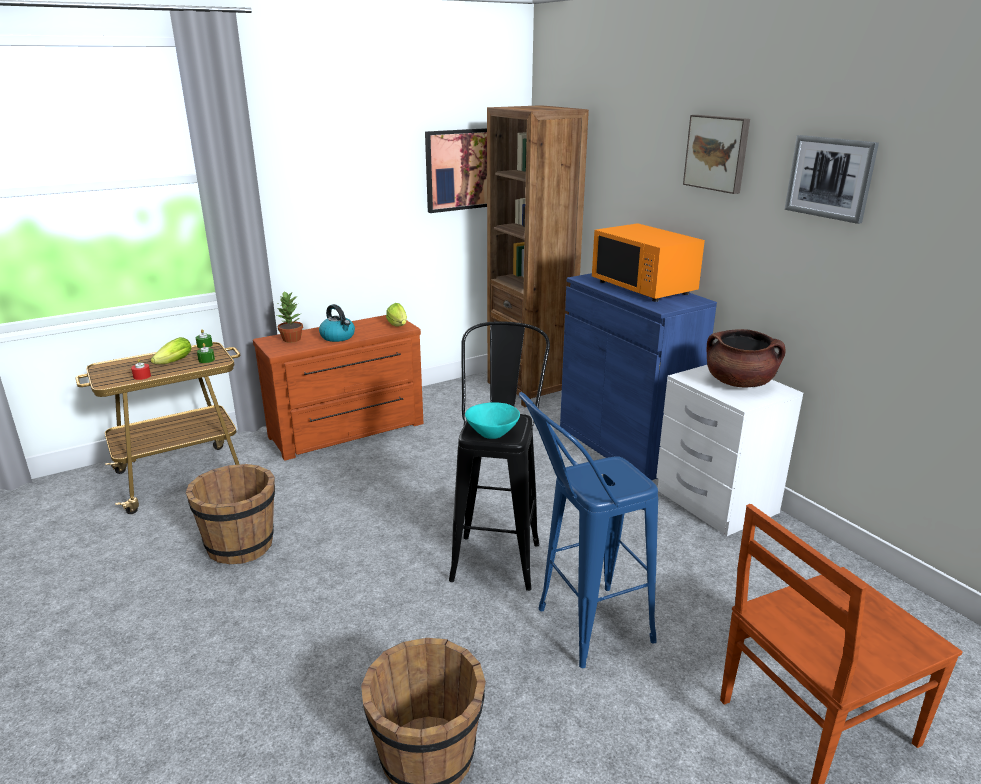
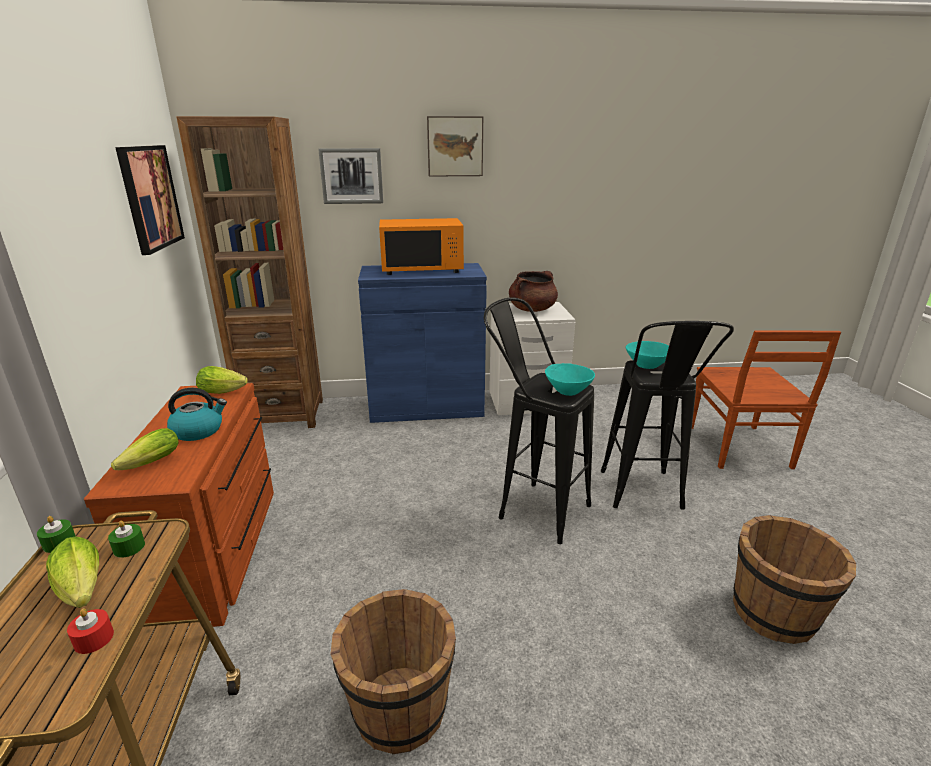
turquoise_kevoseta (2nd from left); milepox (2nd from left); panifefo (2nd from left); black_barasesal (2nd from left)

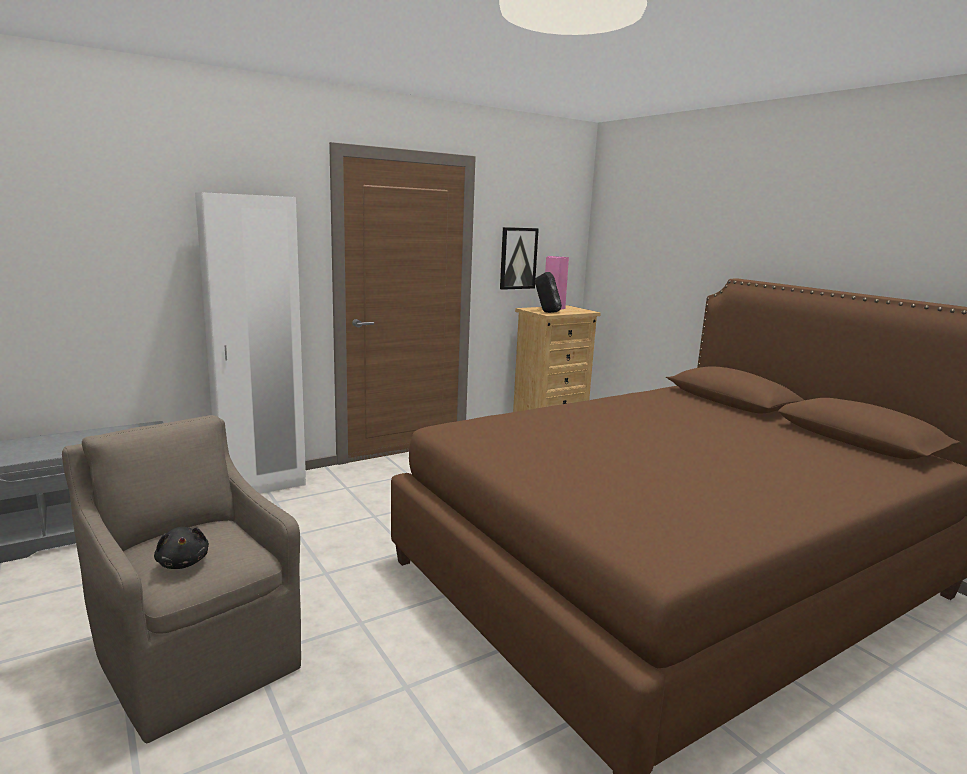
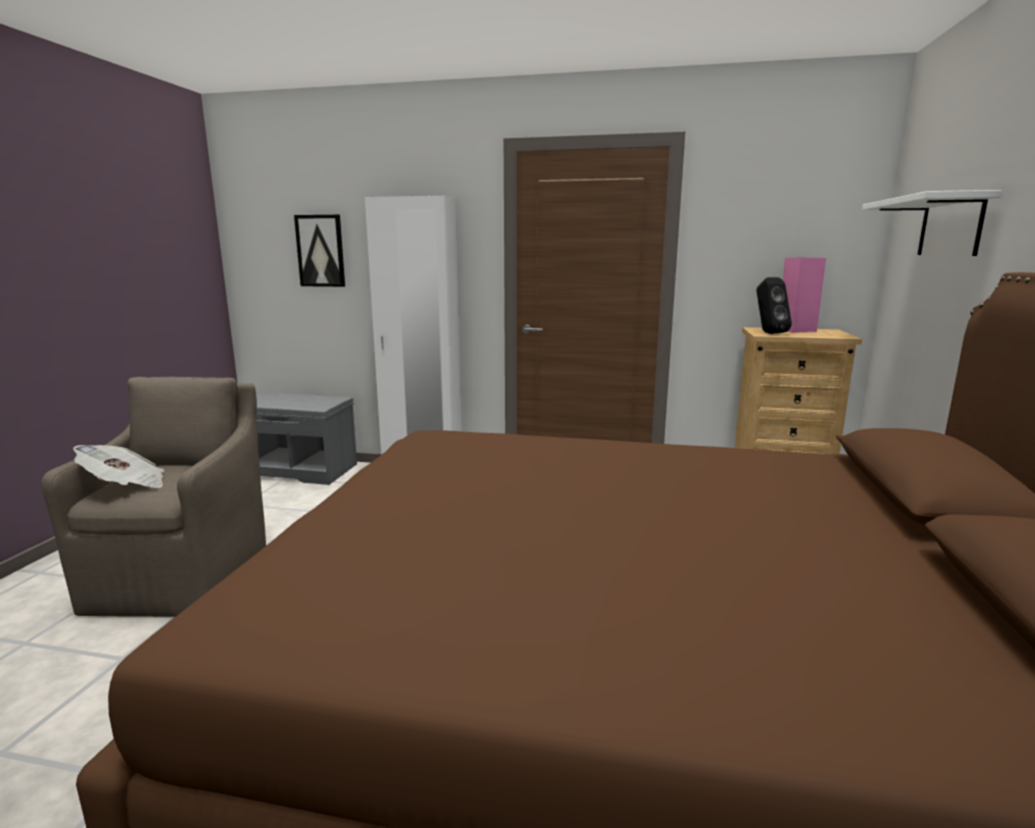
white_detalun; milepox; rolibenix

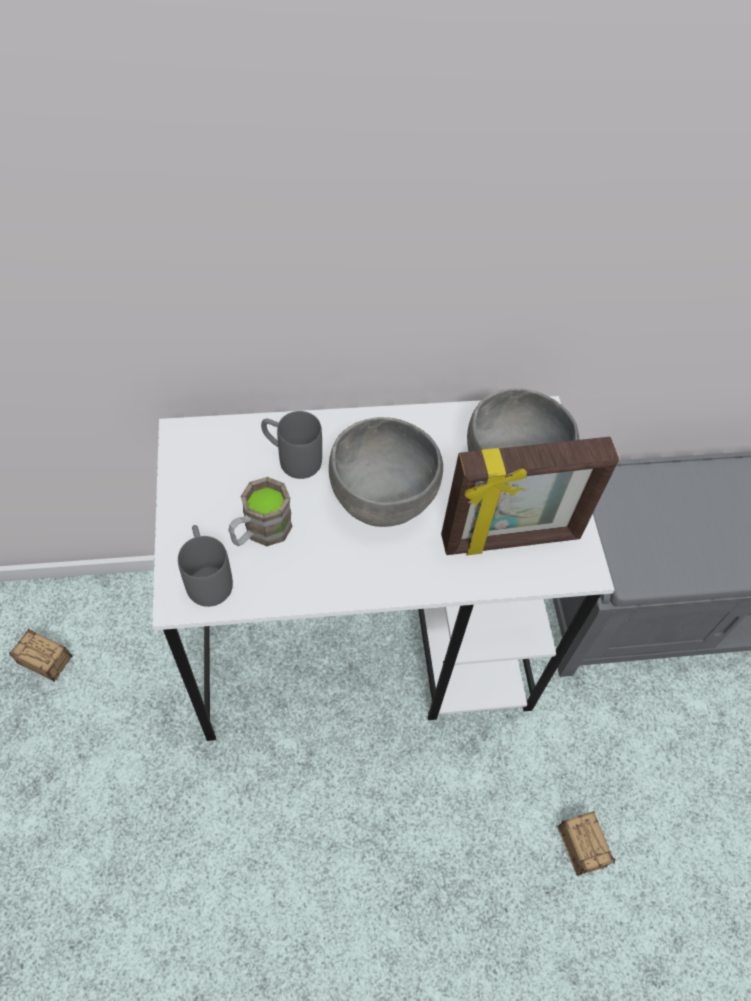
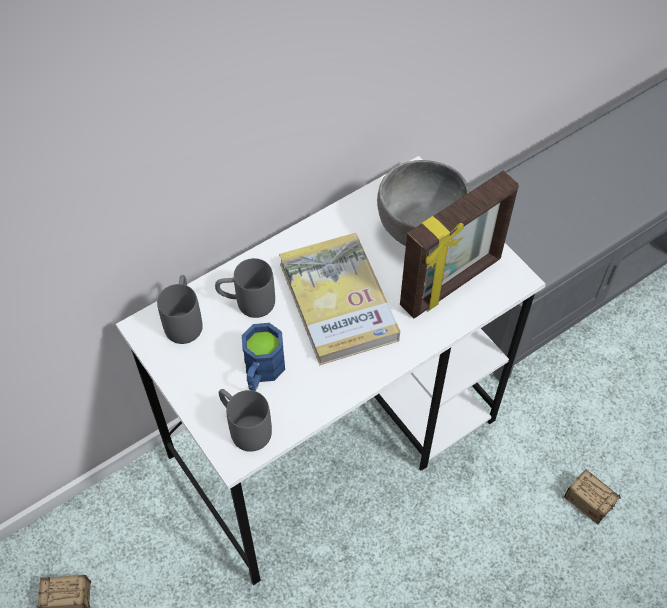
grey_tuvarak (1st from left); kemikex; blue_tuvarak

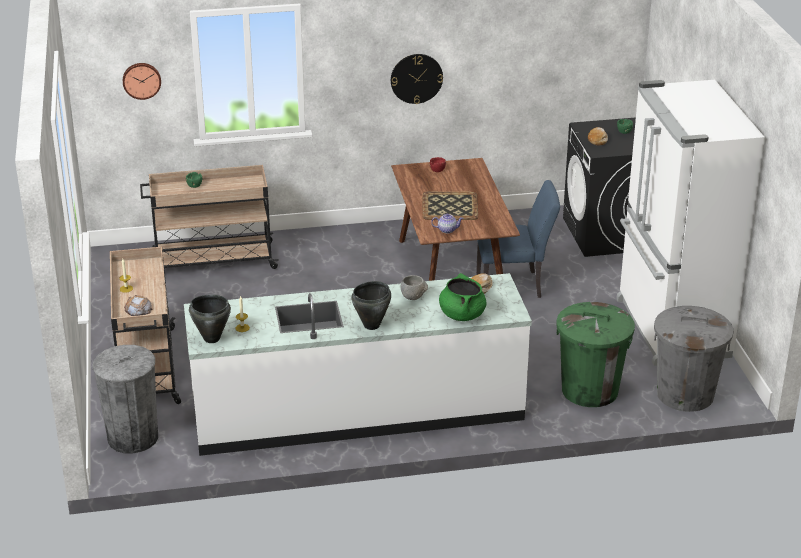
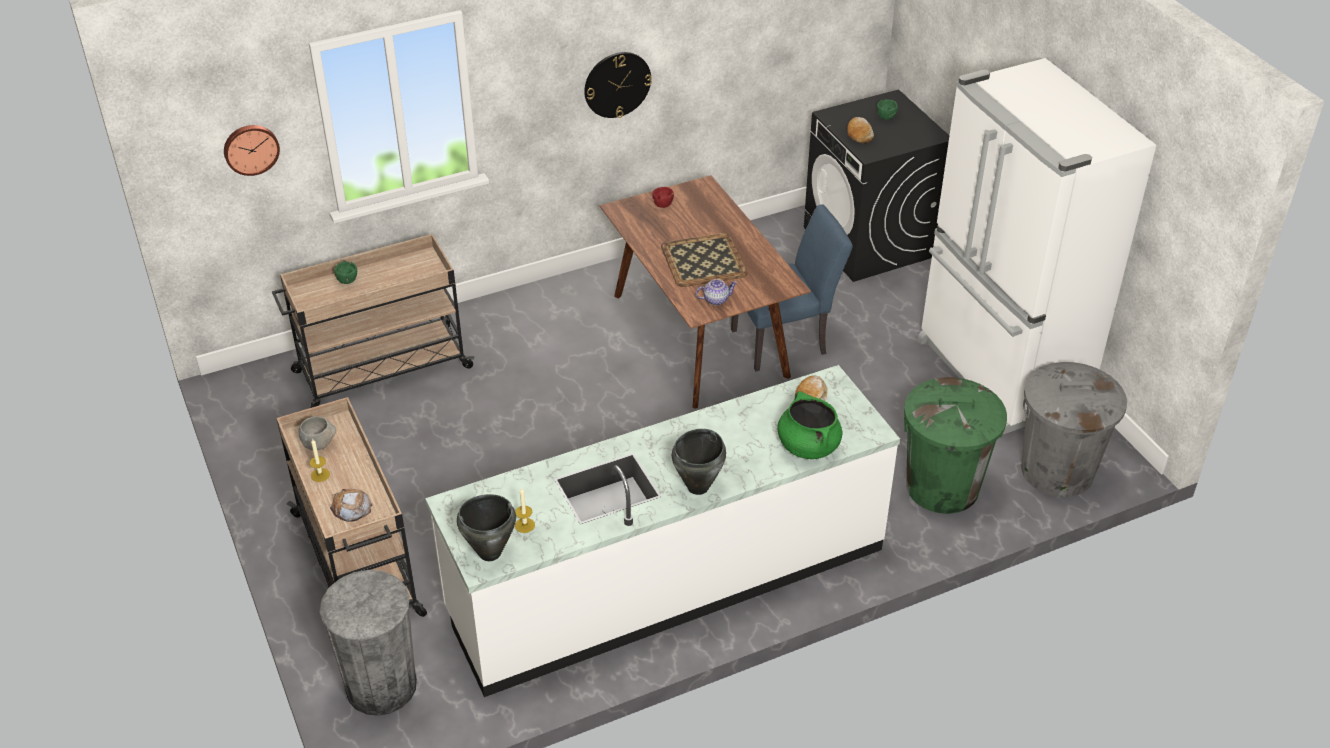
grey_kevoseta

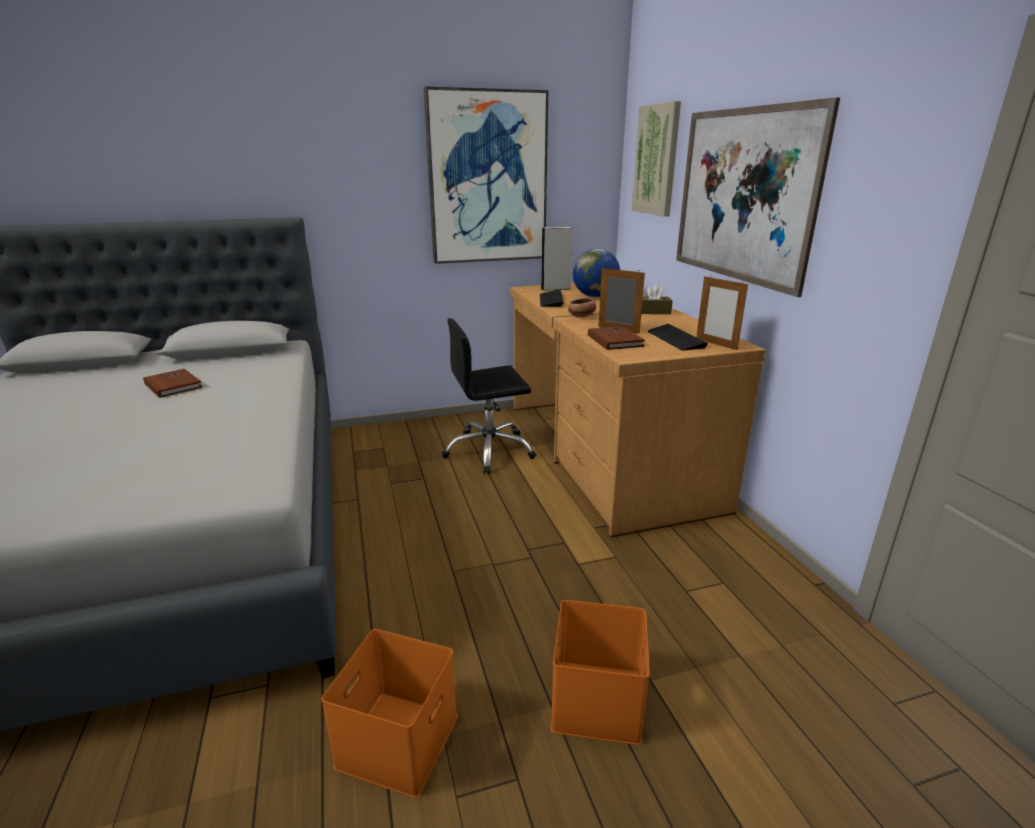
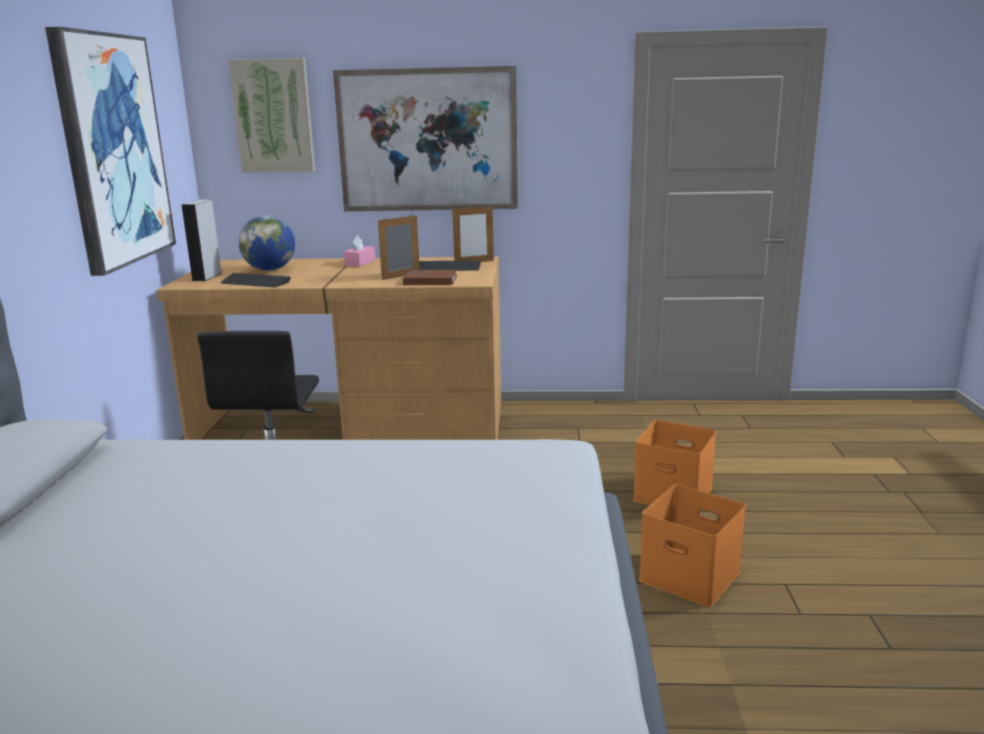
brown_kemikex (1st from left in the first image); kevoseta; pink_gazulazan

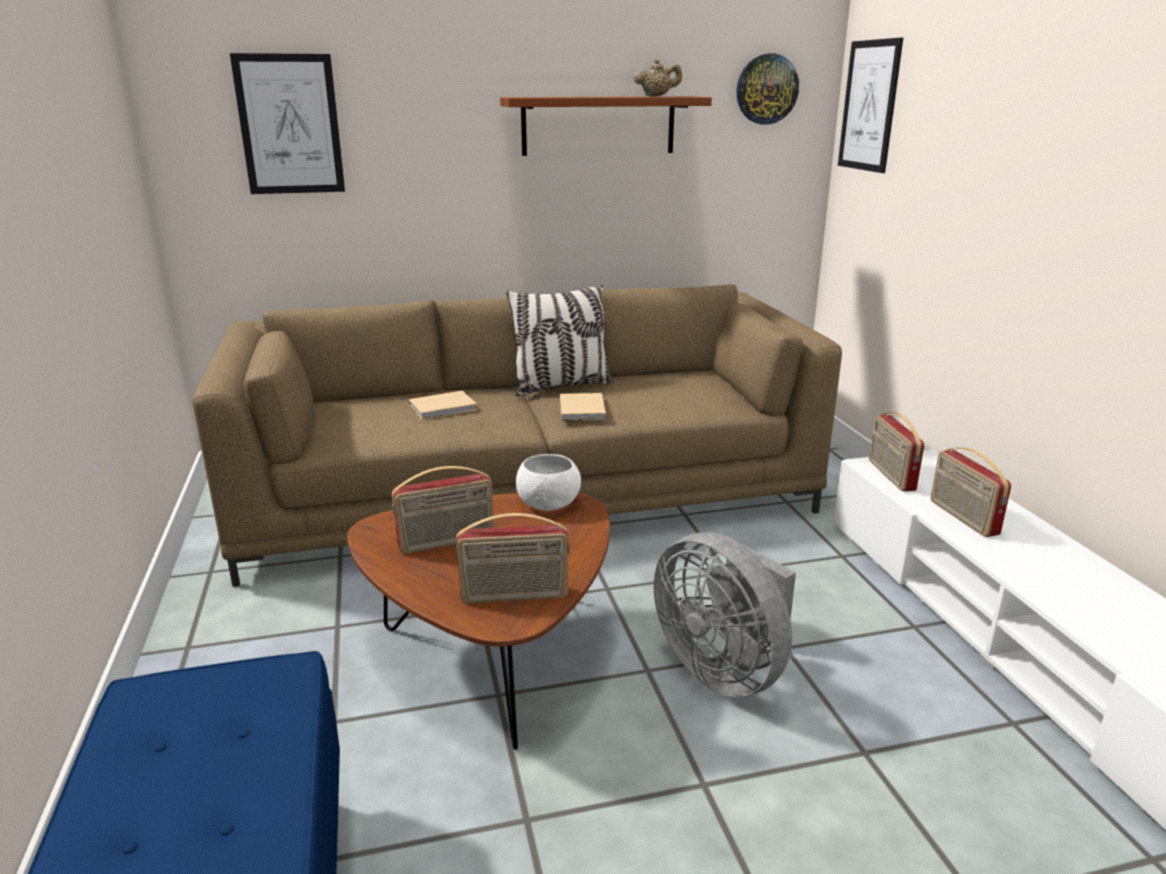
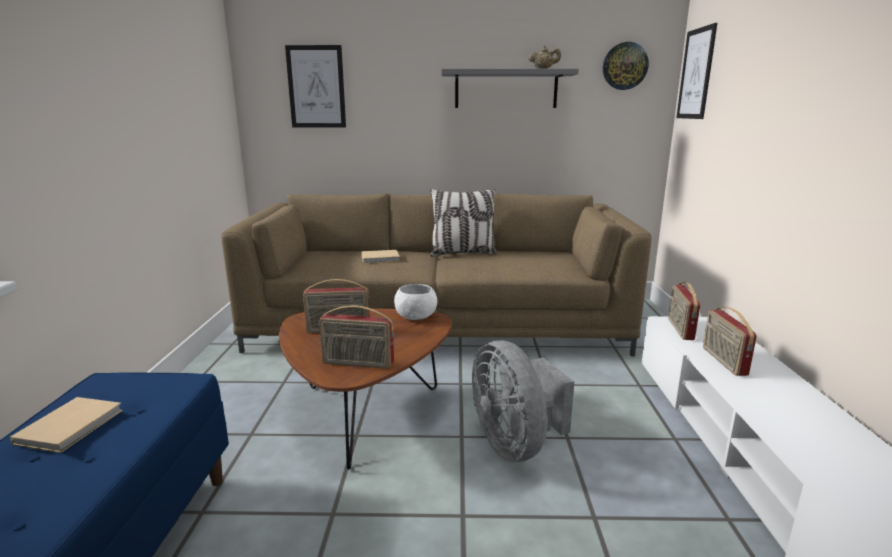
beige_kemikex (1st from left); grey_detalun

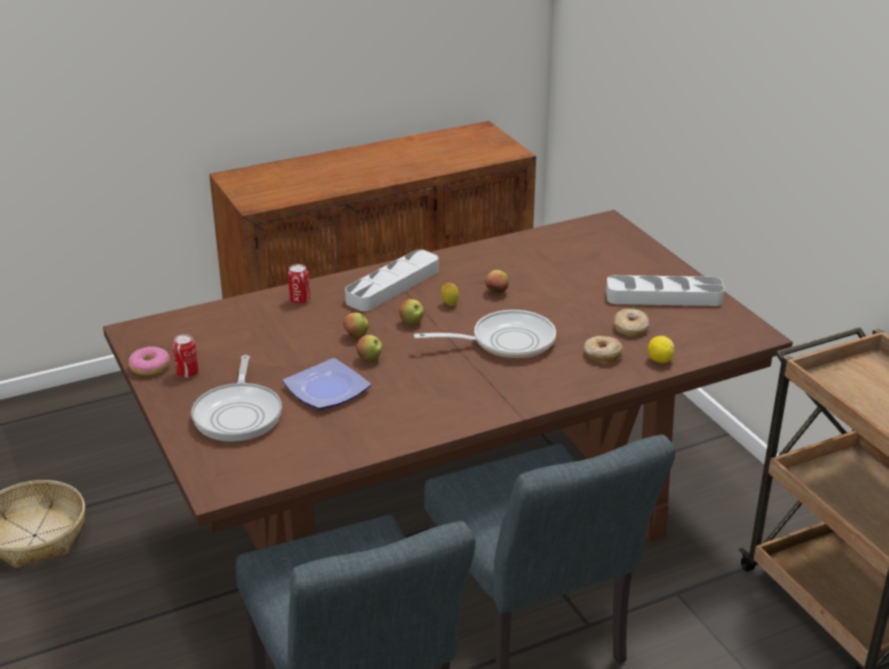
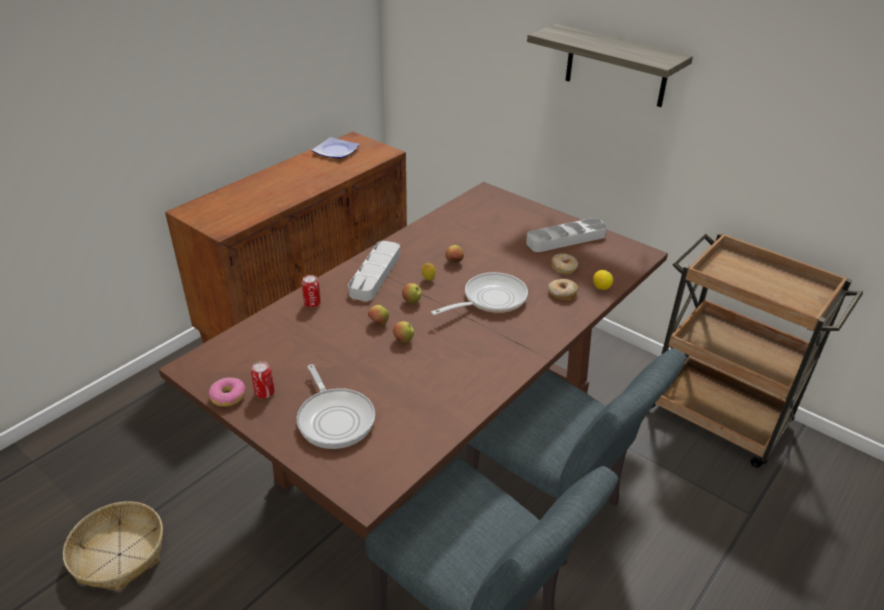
detalun; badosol

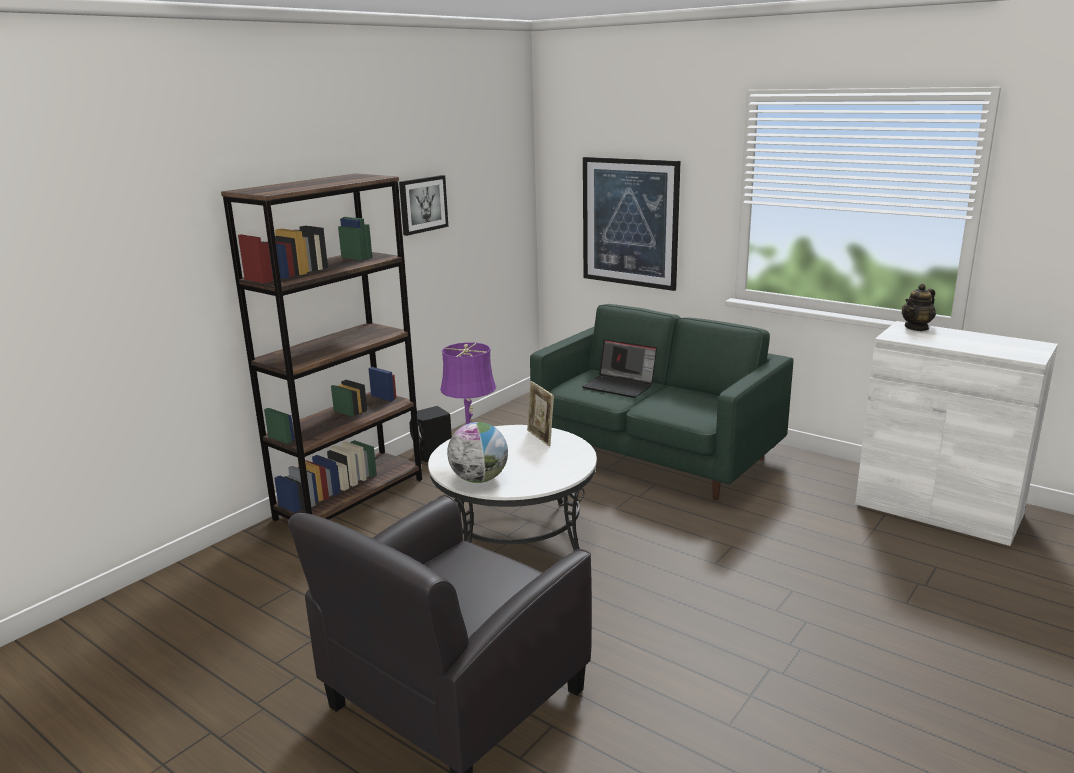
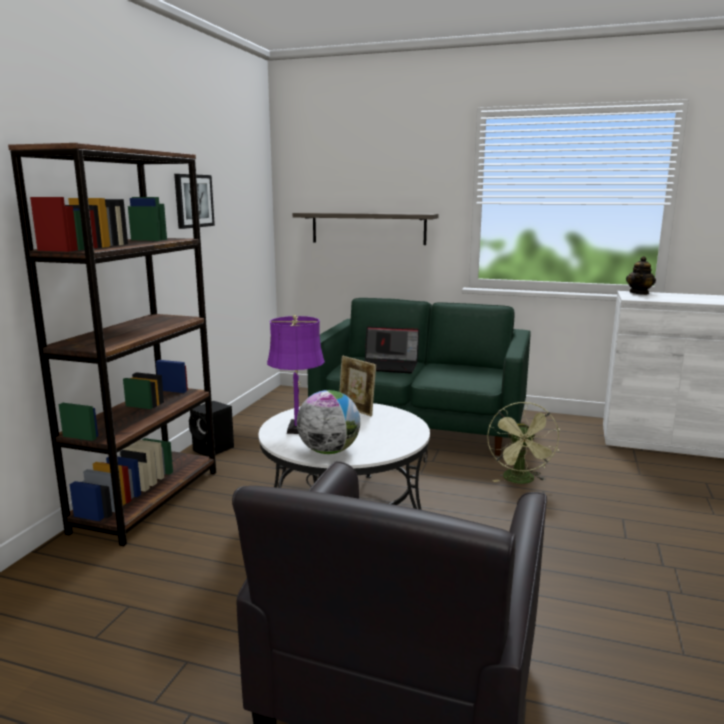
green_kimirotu; detalun

